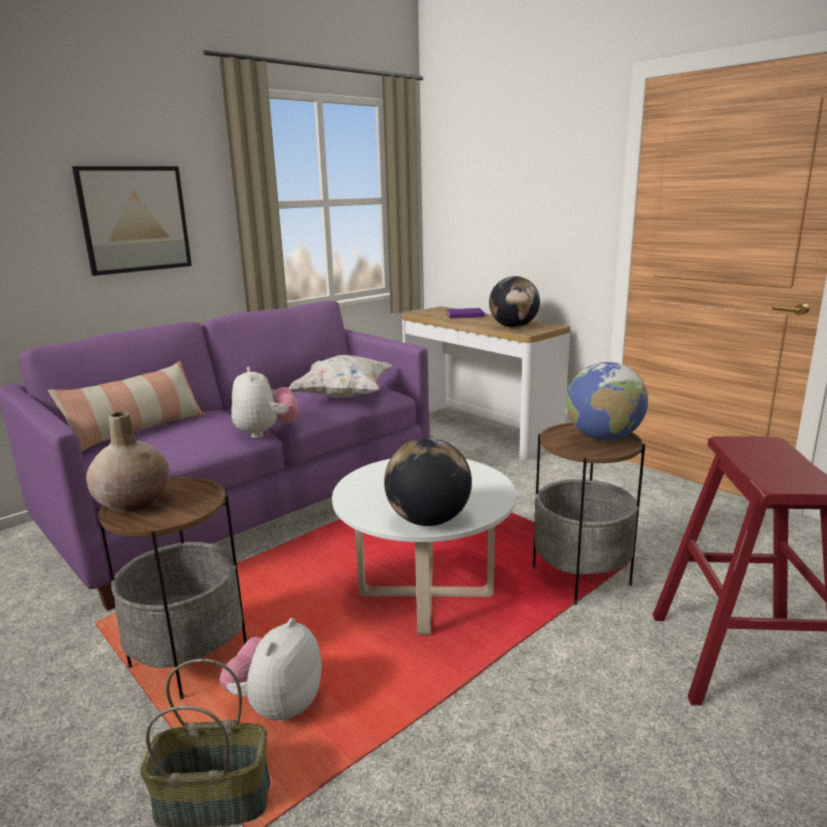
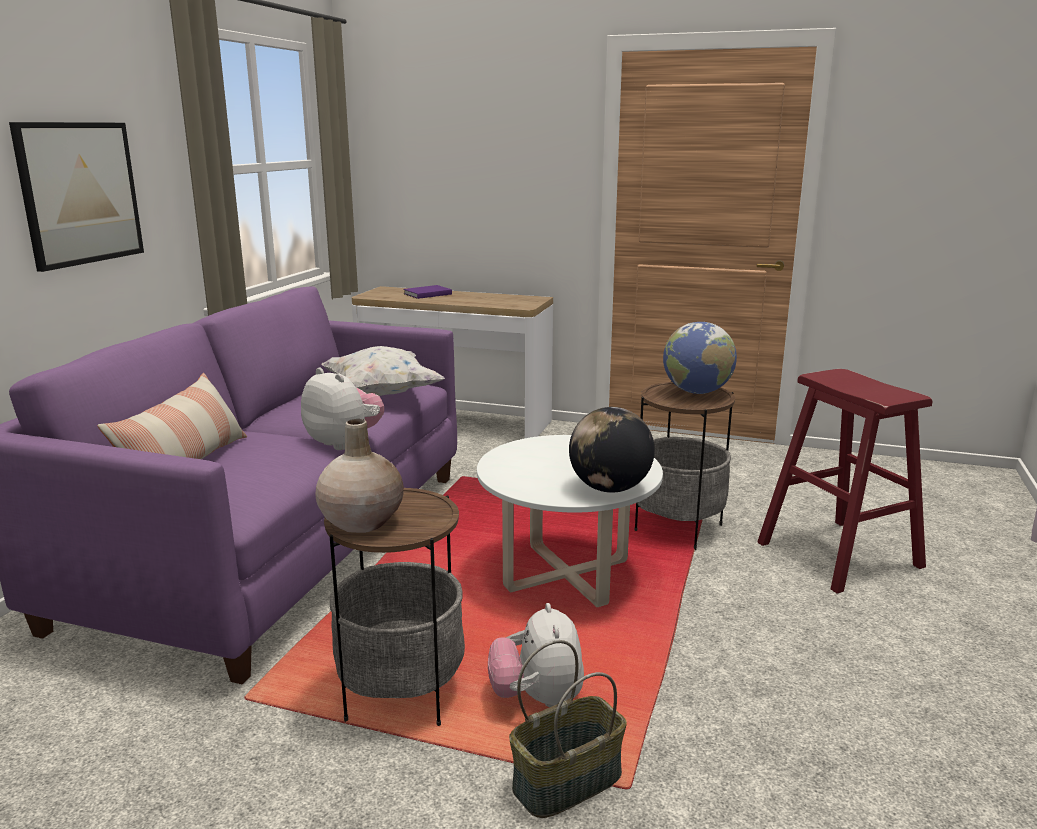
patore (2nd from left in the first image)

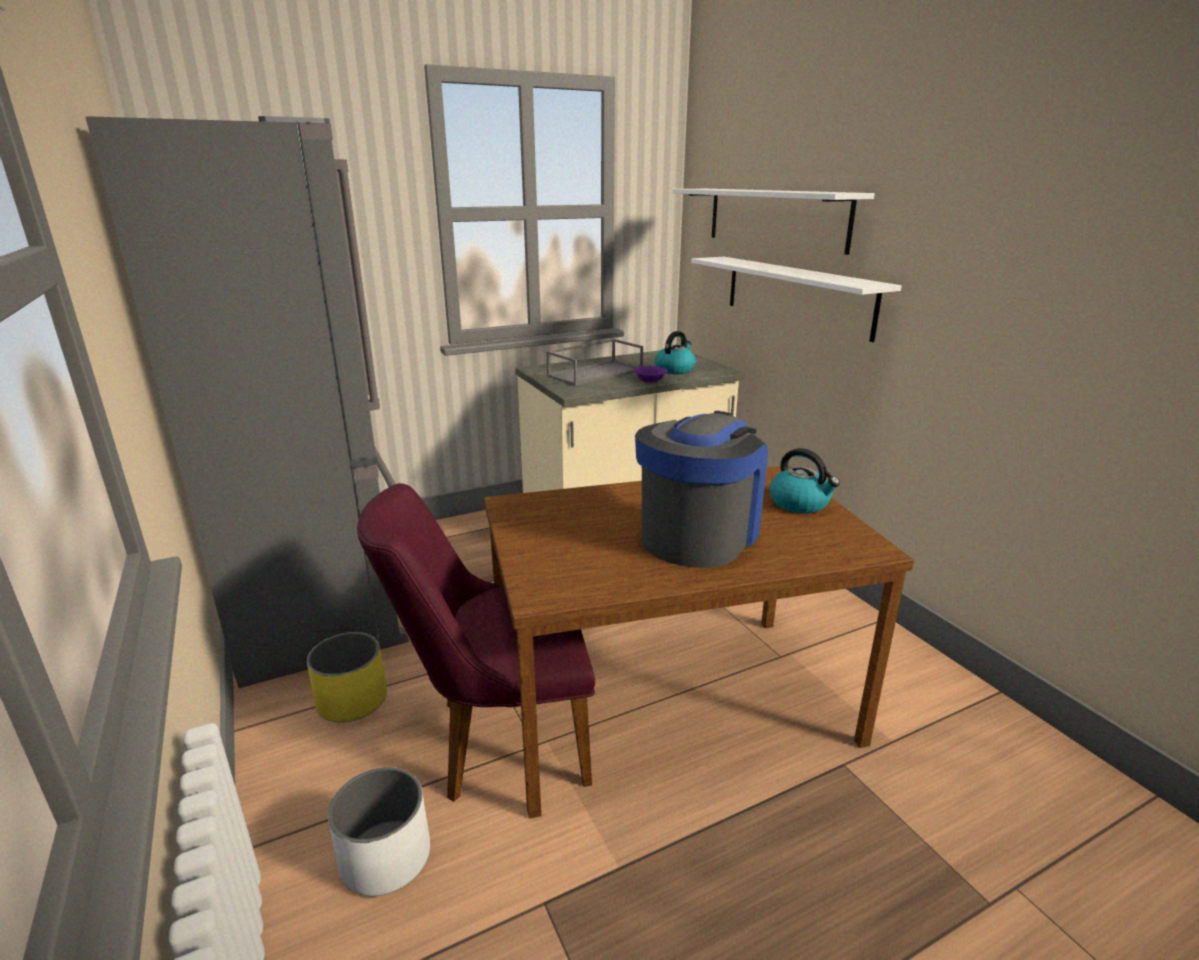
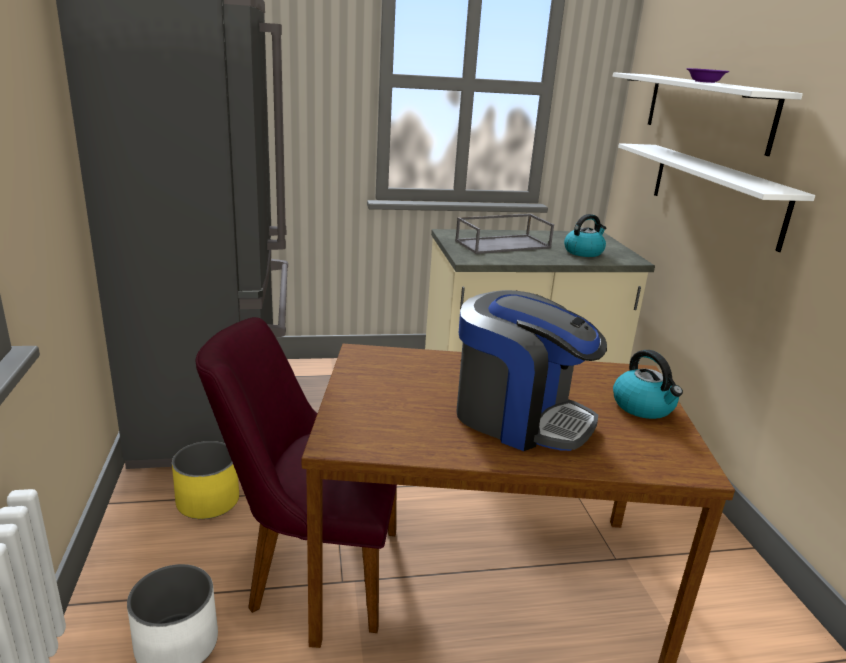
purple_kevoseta; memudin

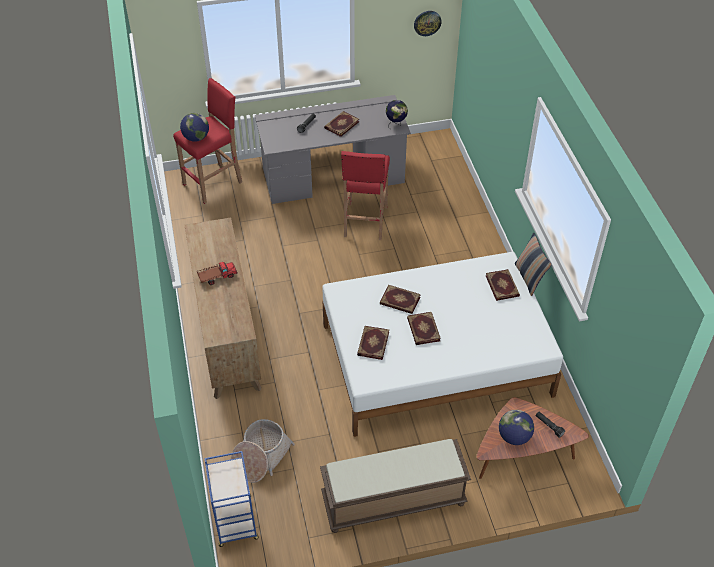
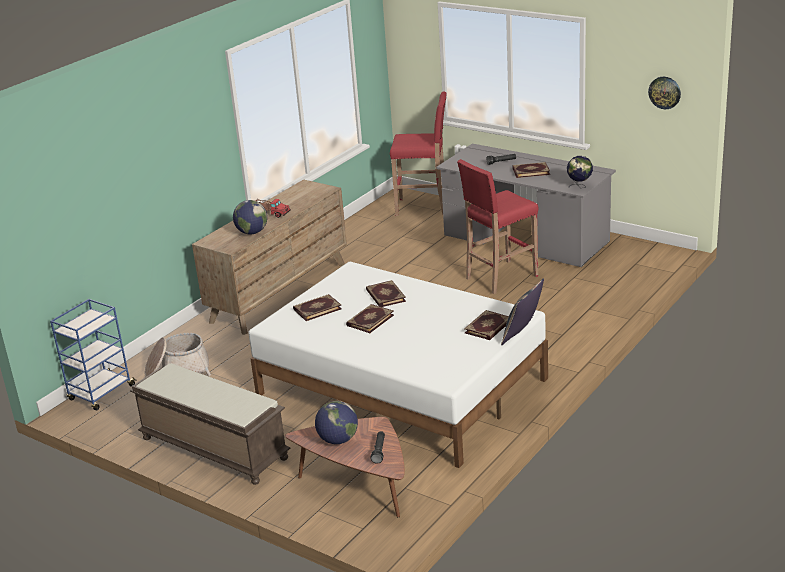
patore (1st from left)

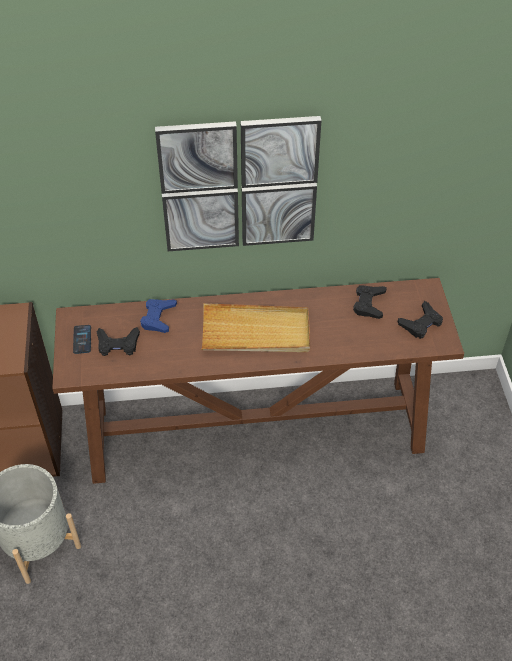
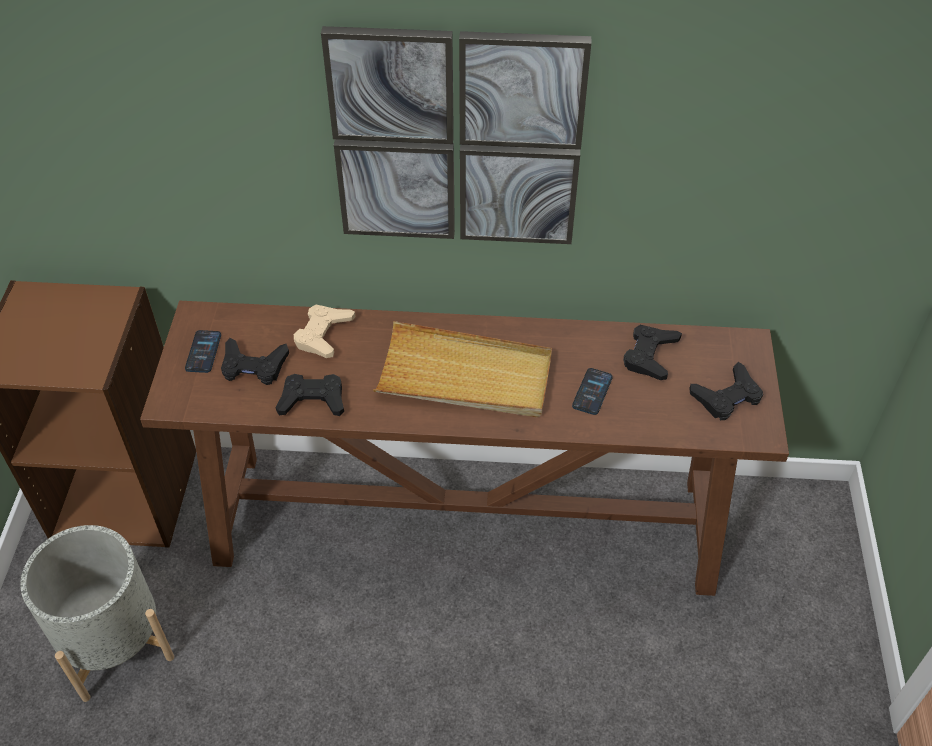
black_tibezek (2nd from left); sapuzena (2nd from left); beige_tibezek

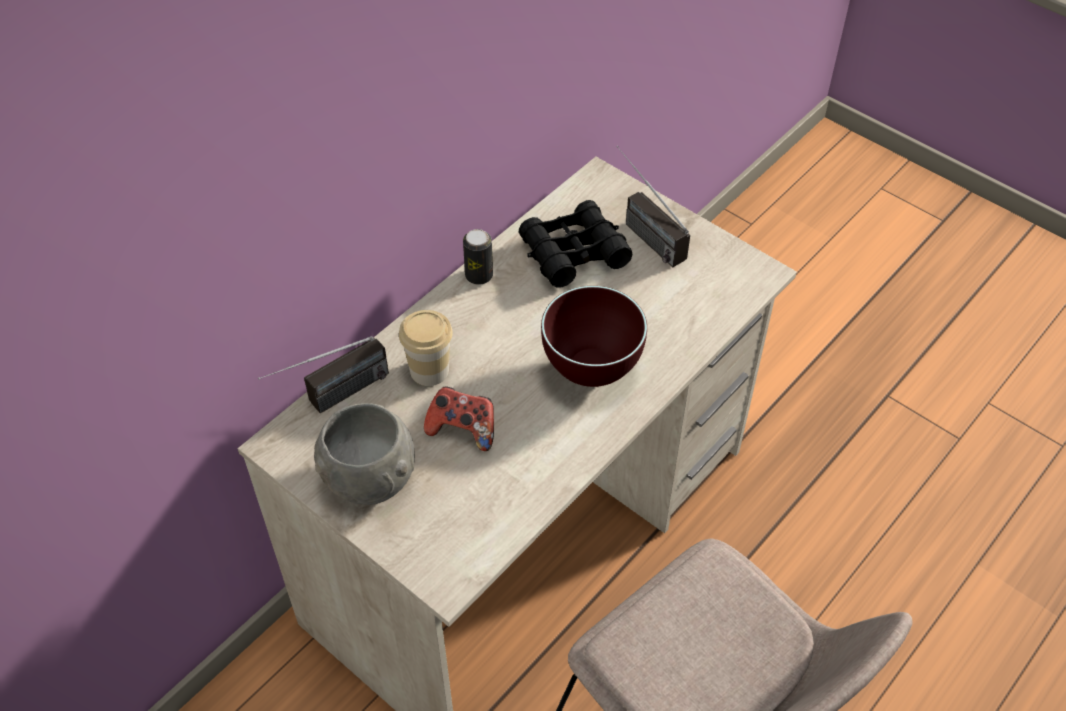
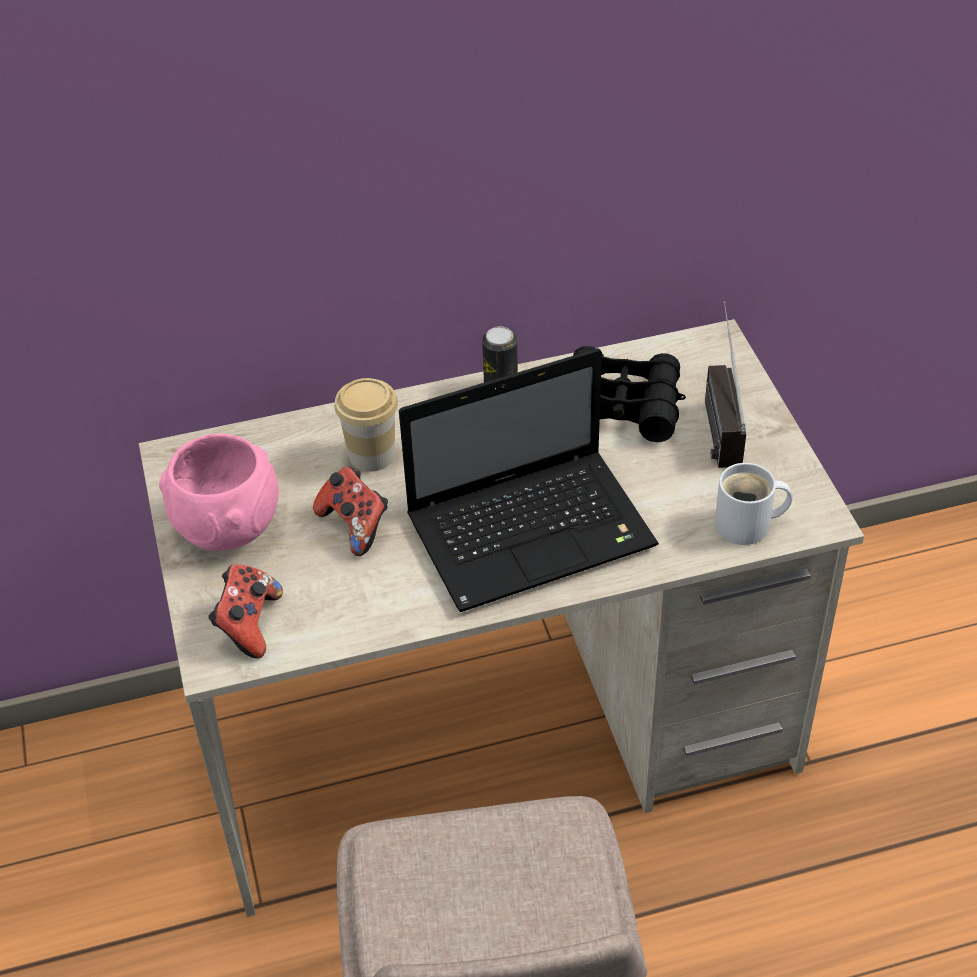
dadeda (1st from left in the first image); tibezek (1st from left); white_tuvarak; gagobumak; pink_kevoseta

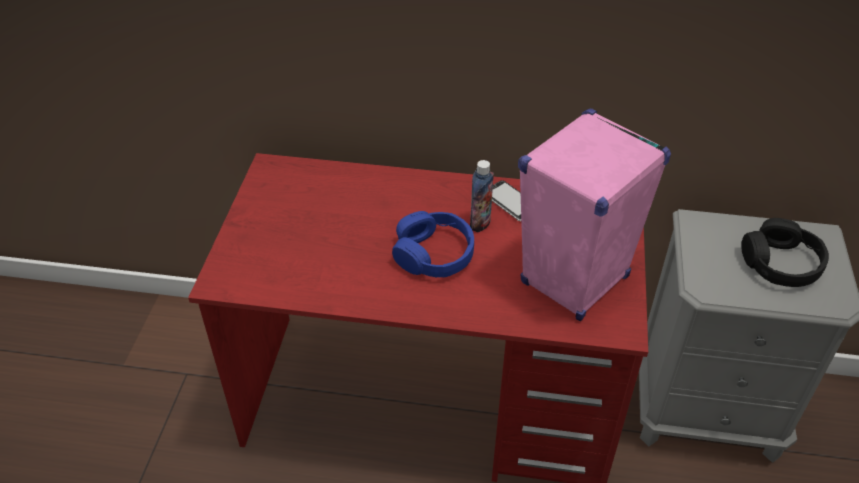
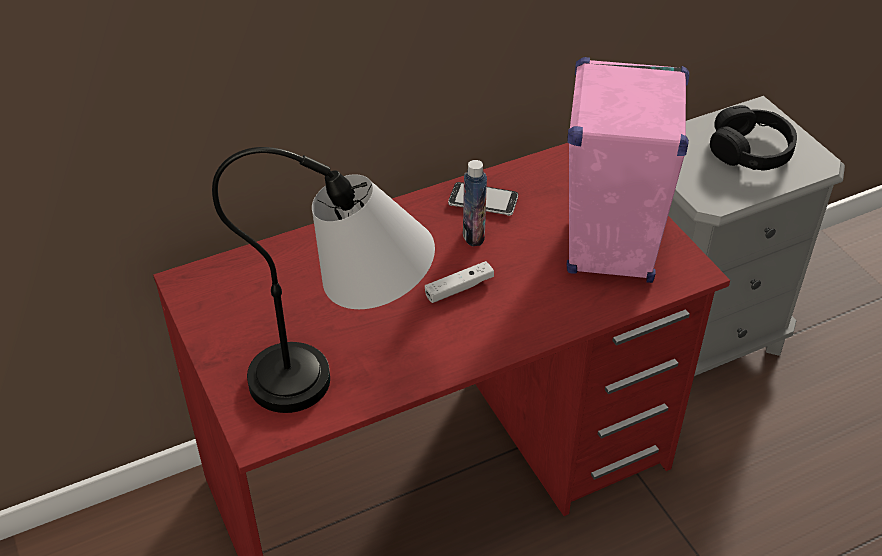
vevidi; white_tibezek

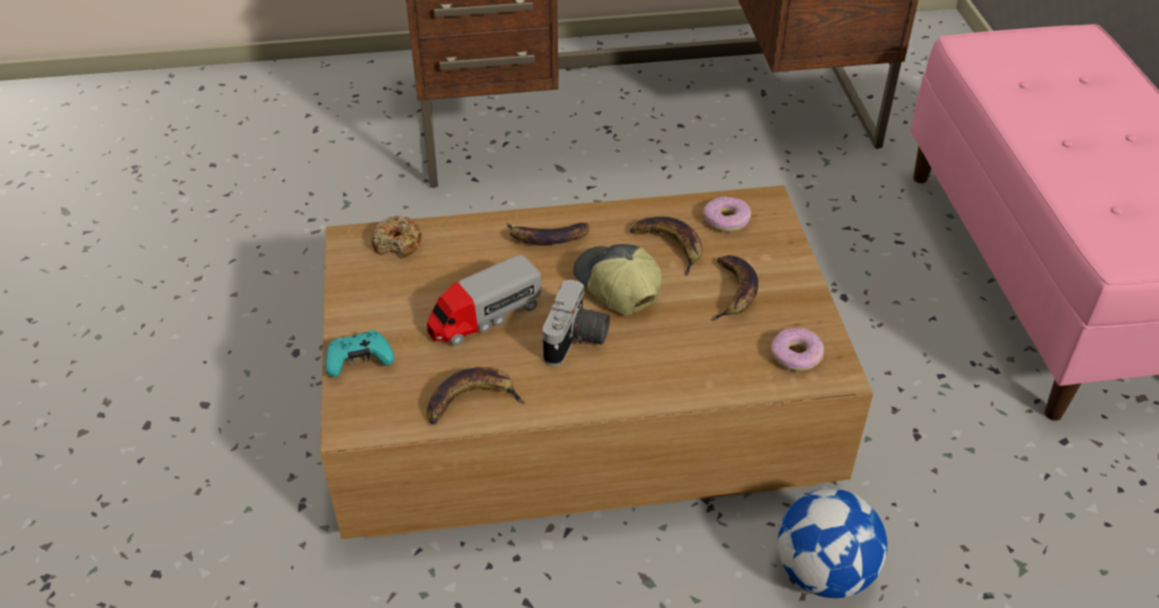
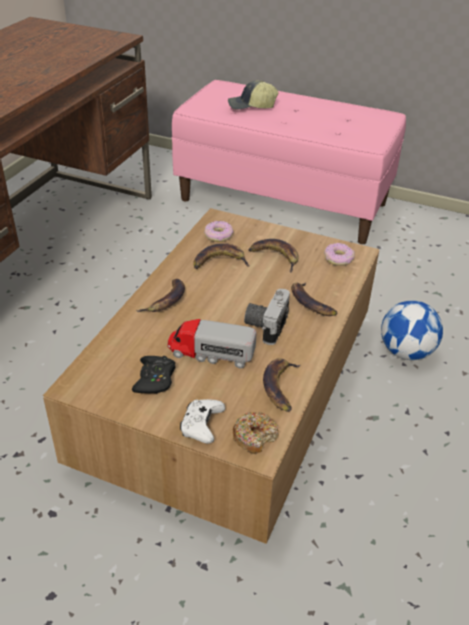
black_tibezek; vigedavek (5th from left); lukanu (2nd from left); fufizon; white_tibezek; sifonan; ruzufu

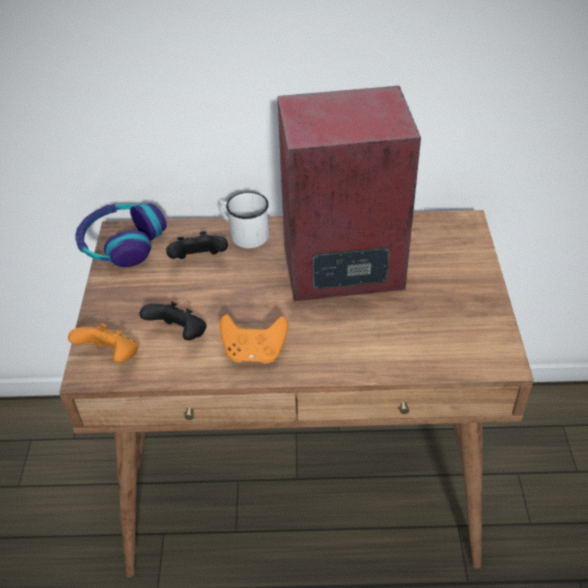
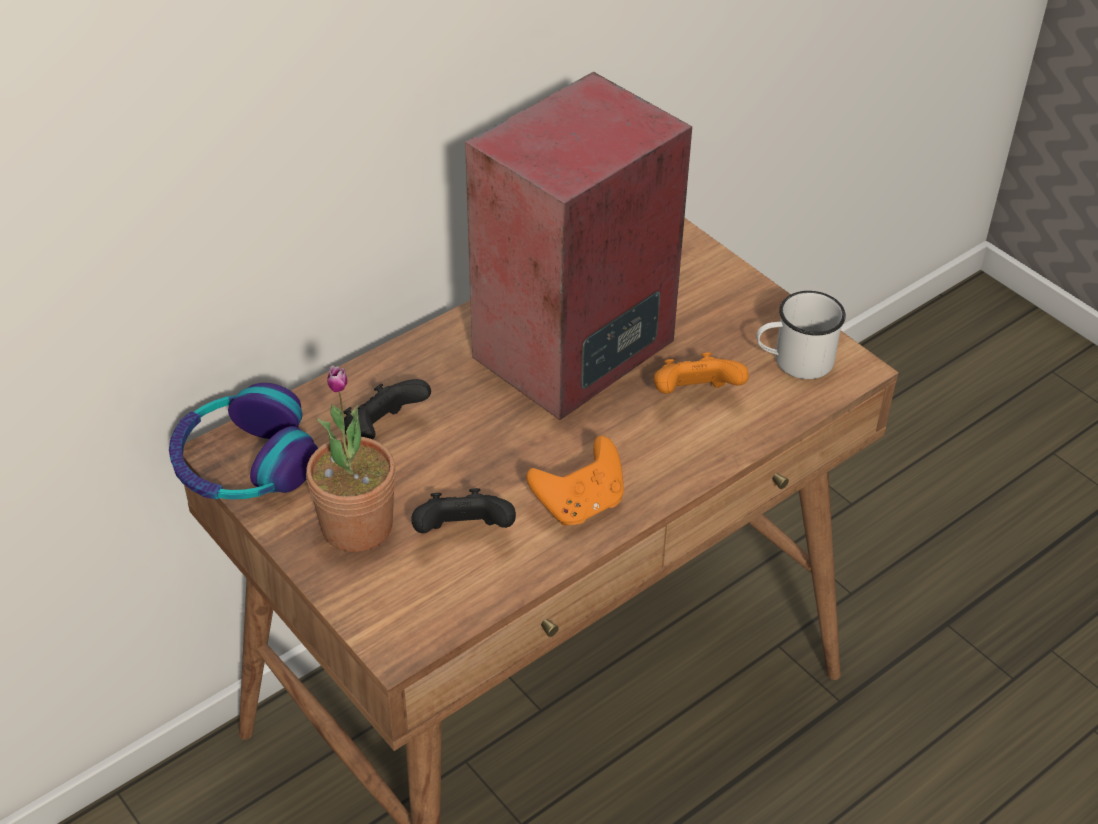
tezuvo; orange_tibezek (2nd from left); white_tuvarak

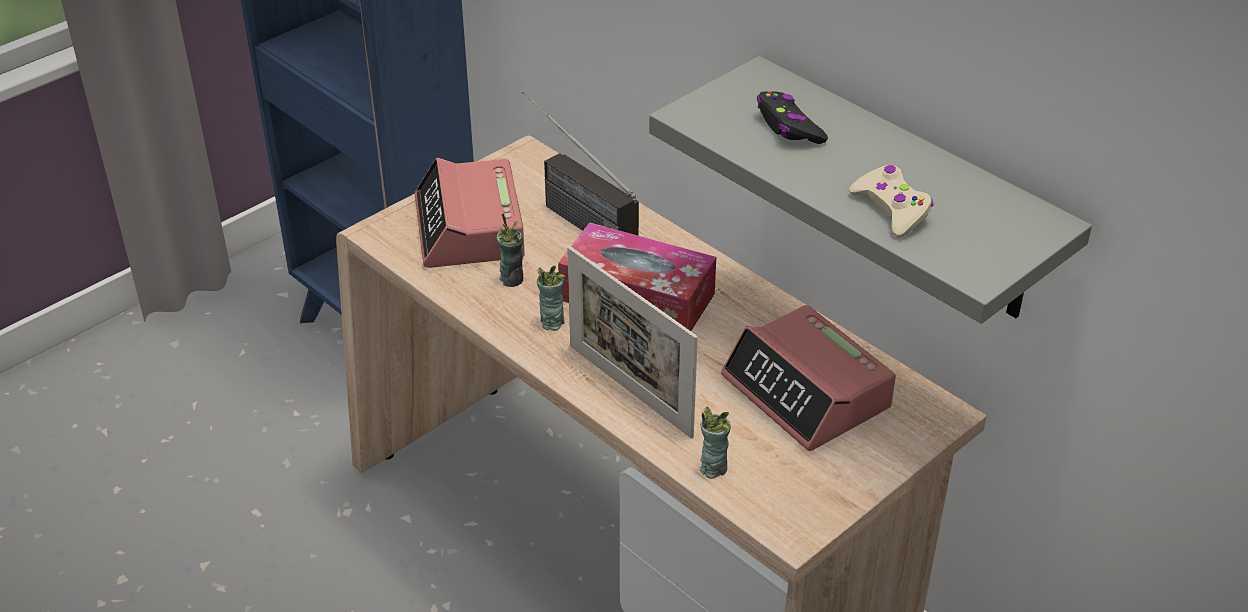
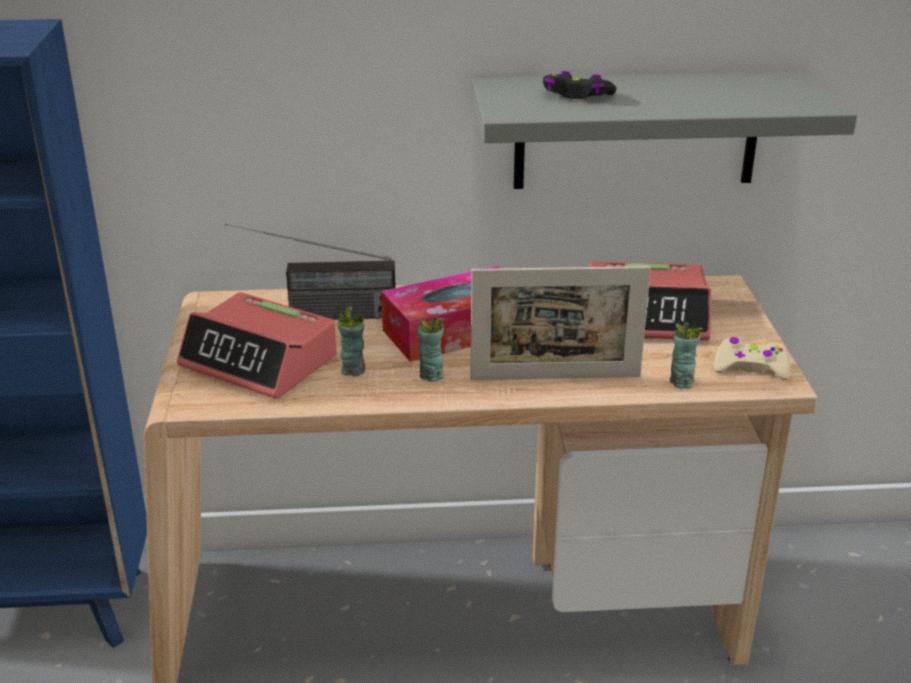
beige_tibezek

